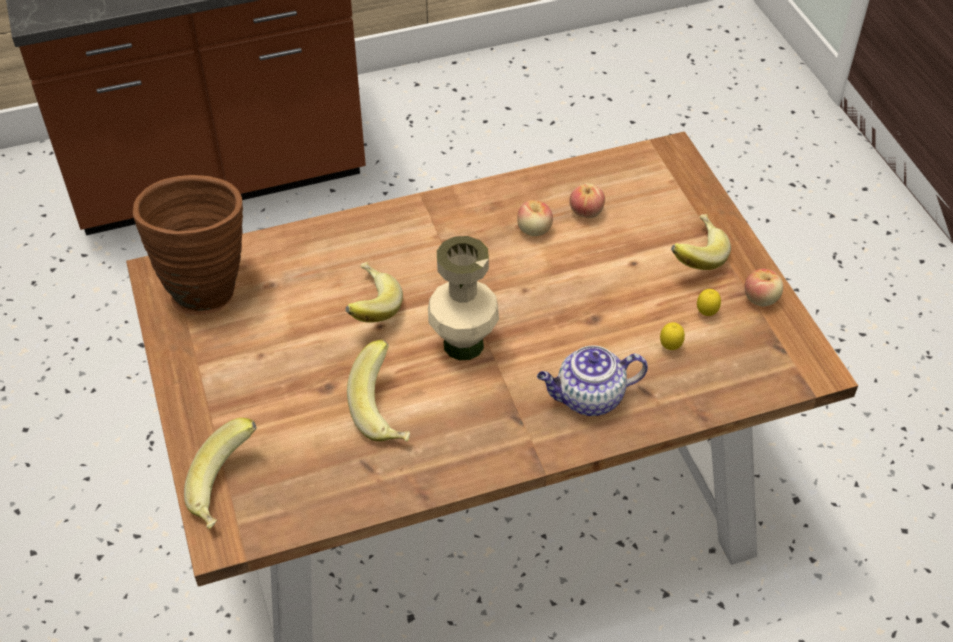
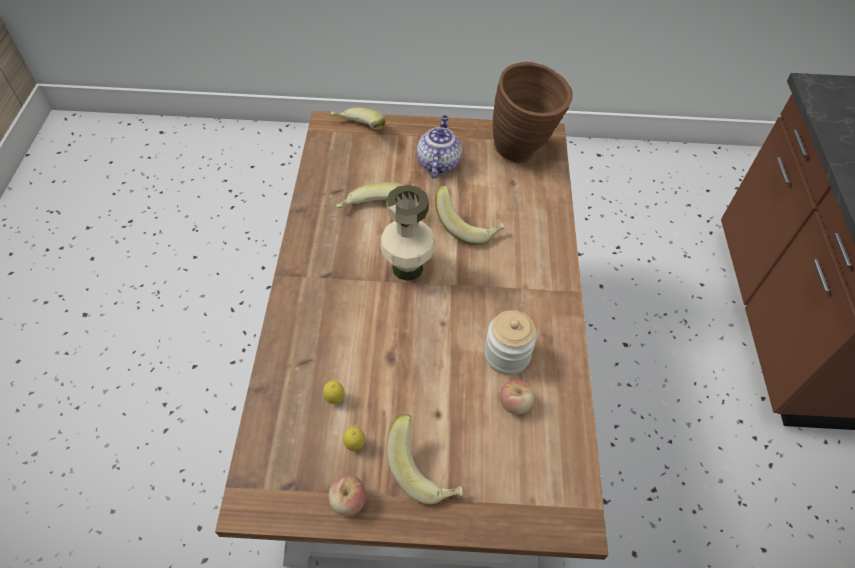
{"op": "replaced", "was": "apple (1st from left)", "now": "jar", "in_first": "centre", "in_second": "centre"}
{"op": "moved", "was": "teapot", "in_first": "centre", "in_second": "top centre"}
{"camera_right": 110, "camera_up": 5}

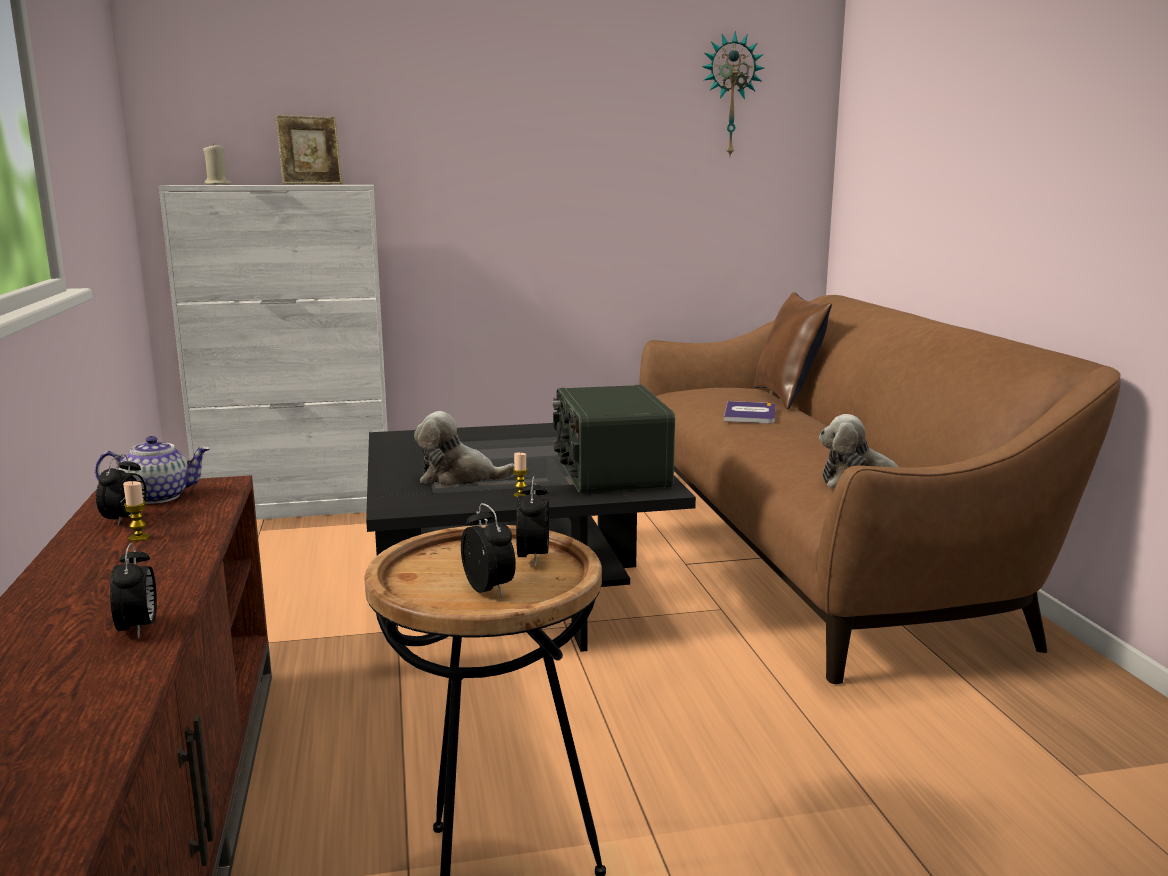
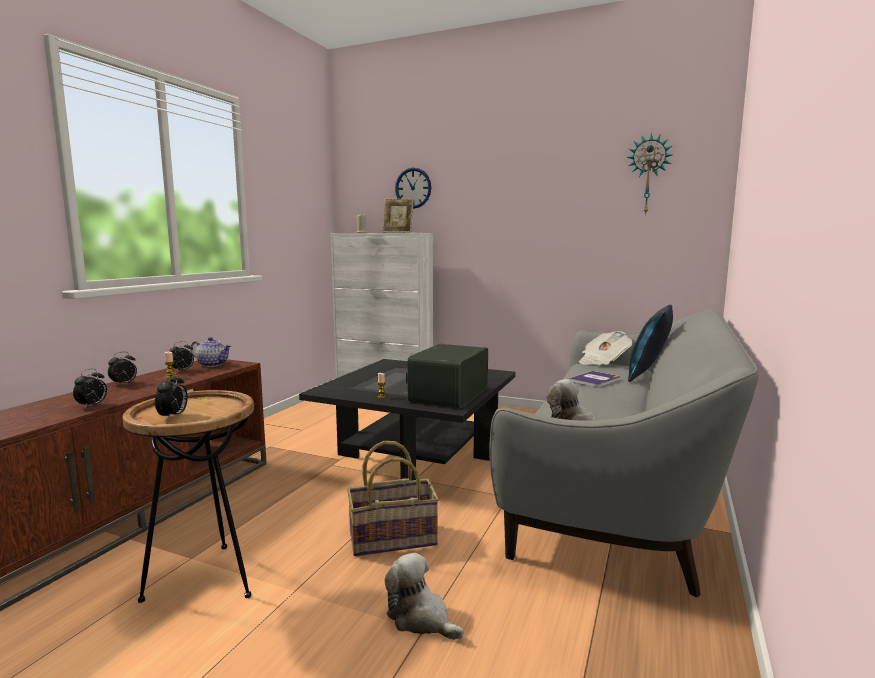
{"op": "moved", "was": "plush toy (1st from left)", "in_first": "centre", "in_second": "bottom centre"}
{"op": "moved", "was": "alarm clock (4th from left in the first image)", "now": "alarm clock (2nd from left)", "in_first": "centre", "in_second": "middle left"}
{"op": "recoloured", "was": "brown sofa", "now": "grey sofa", "in_first": "middle right", "in_second": "bottom right"}
{"op": "recoloured", "was": "brown pillow", "now": "blue pillow", "in_first": "middle right", "in_second": "middle right"}
{"op": "added", "now": "basket", "in_second": "bottom centre"}
{"op": "added", "now": "wall clock (1st from left)", "in_second": "top centre"}
{"op": "added", "now": "newspaper", "in_second": "middle right"}
{"camera_right": 35, "camera_up": -5}

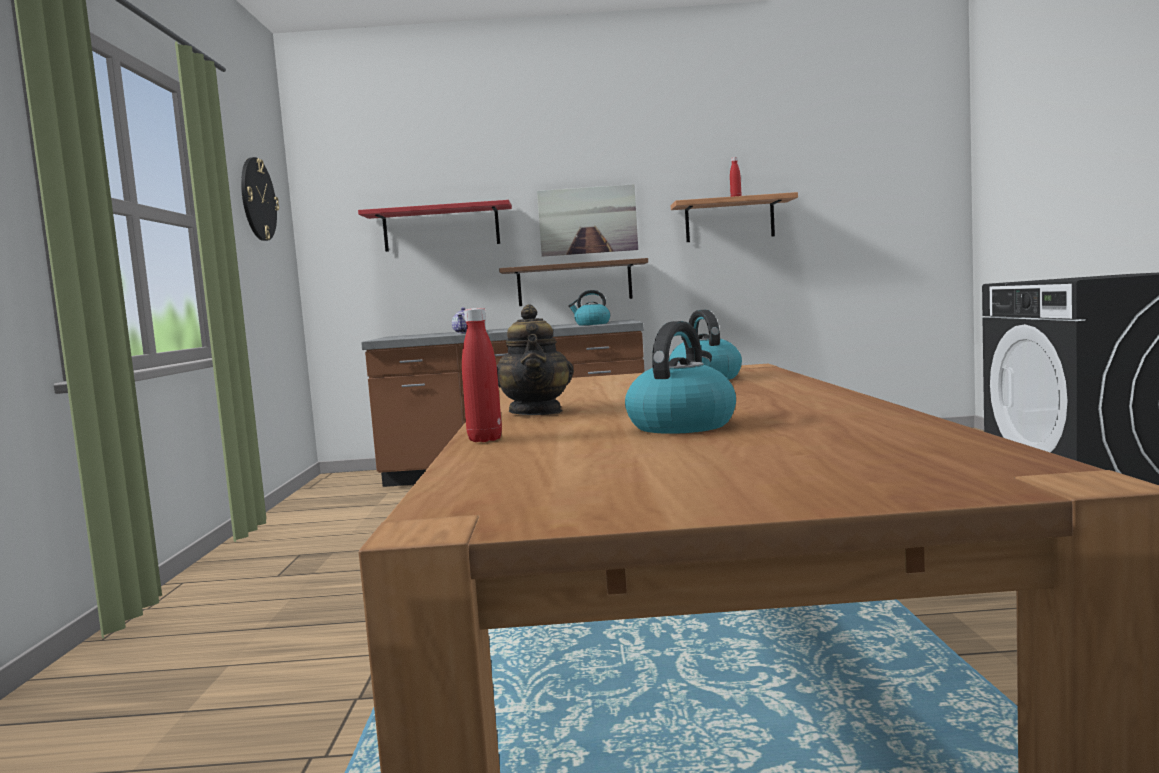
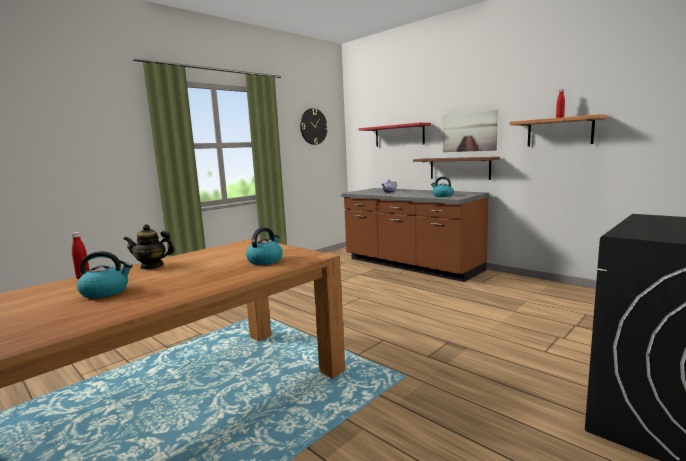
{"op": "turned", "was": "teapot (2nd from left in the first image)", "in_first": "centre", "in_second": "middle left", "clockwise": 45}
{"camera_right": 45, "camera_up": 5}

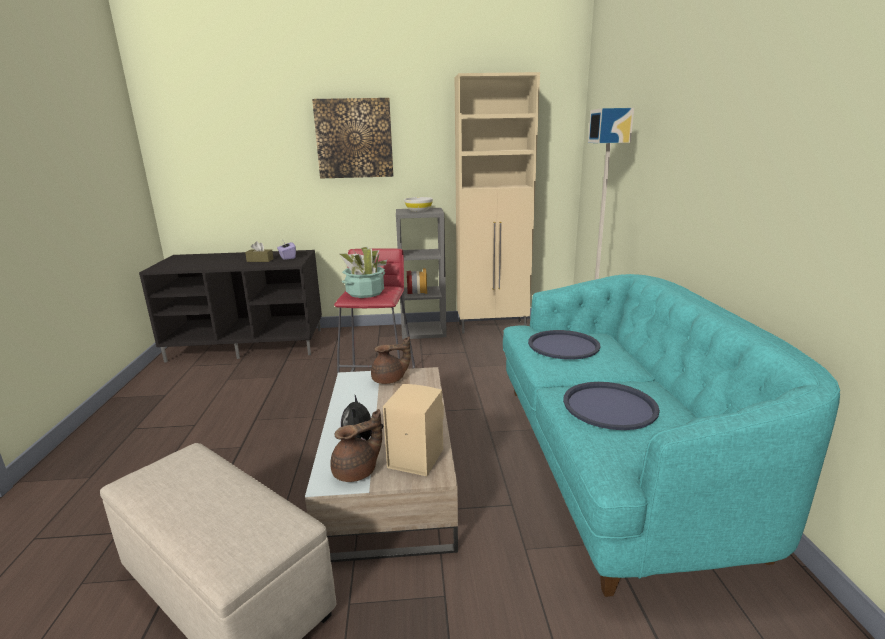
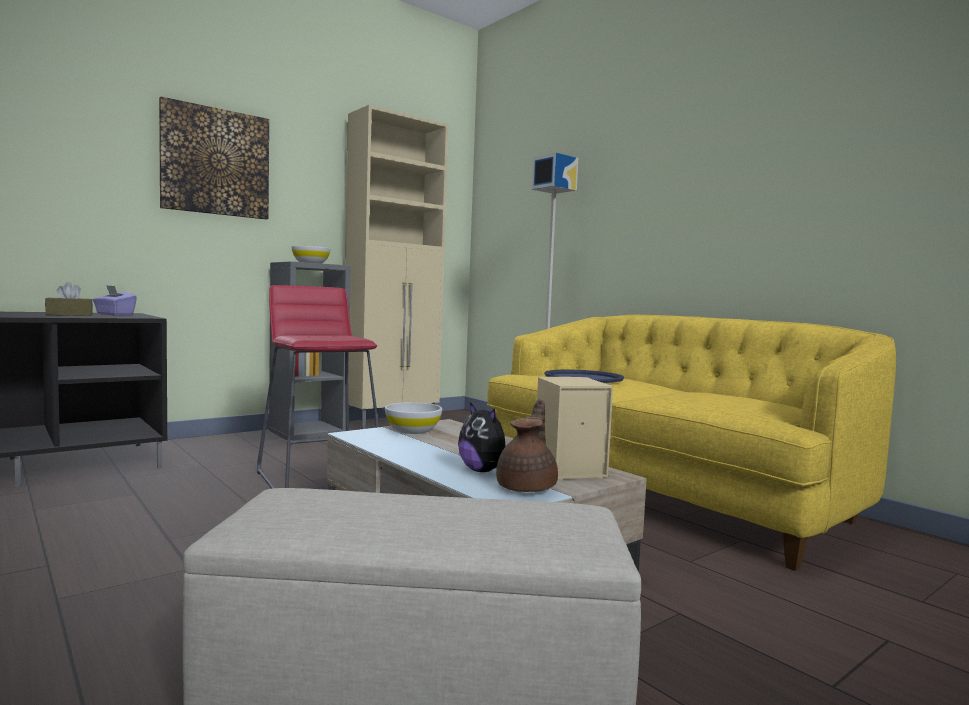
{"op": "removed", "was": "potted plant", "in_first": "centre"}
{"op": "replaced", "was": "brown teapot (2nd from left)", "now": "white bowl (2nd from left)", "in_first": "centre", "in_second": "centre"}
{"op": "recoloured", "was": "turquoise sofa", "now": "yellow sofa", "in_first": "bottom right", "in_second": "middle right"}
{"op": "removed", "was": "blue tray (2nd from left)", "in_first": "middle right"}
{"camera_right": -35, "camera_up": -15}

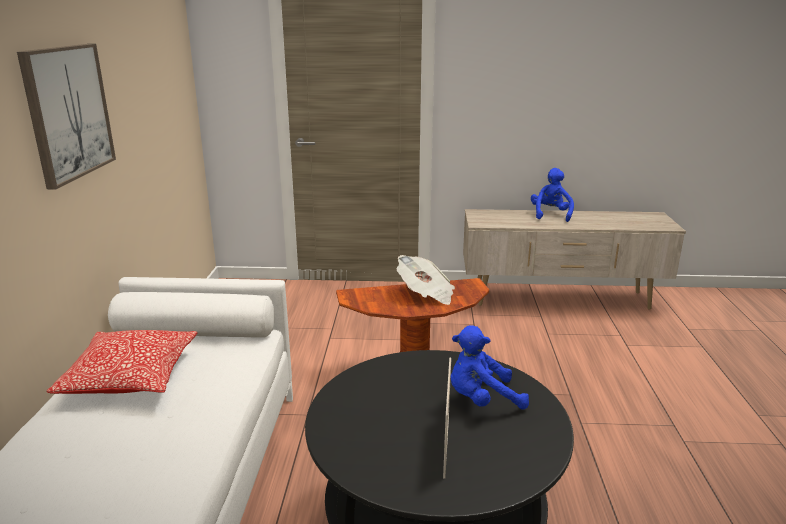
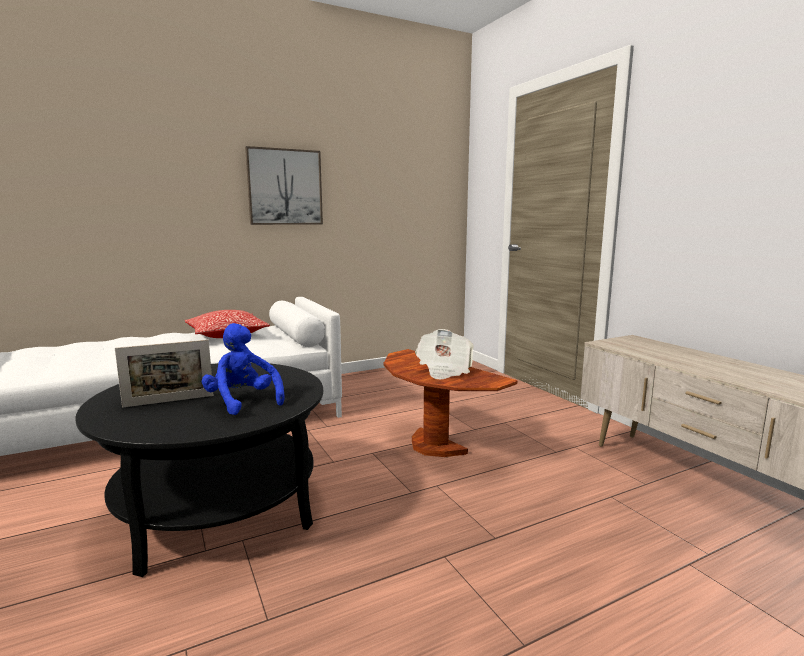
{"op": "removed", "was": "blue plush toy (2nd from left)", "in_first": "middle right"}
{"camera_right": 60, "camera_up": -10}

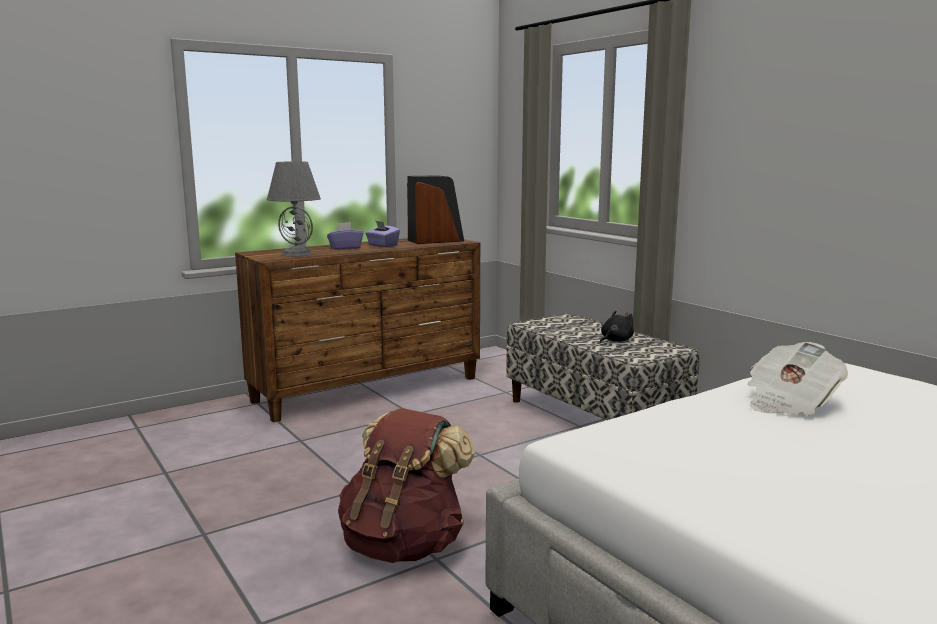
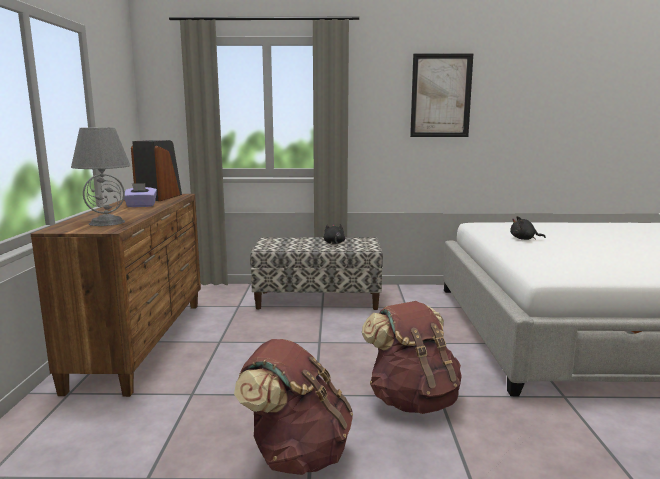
{"op": "removed", "was": "purple tissue box (1st from left)", "in_first": "centre"}
{"op": "replaced", "was": "newspaper", "now": "black plush toy (2nd from left)", "in_first": "middle right", "in_second": "middle right"}
{"op": "added", "now": "brown backpack (1st from left)", "in_second": "bottom centre"}
{"op": "added", "now": "picture", "in_second": "top right"}
{"camera_right": -55, "camera_up": 0}

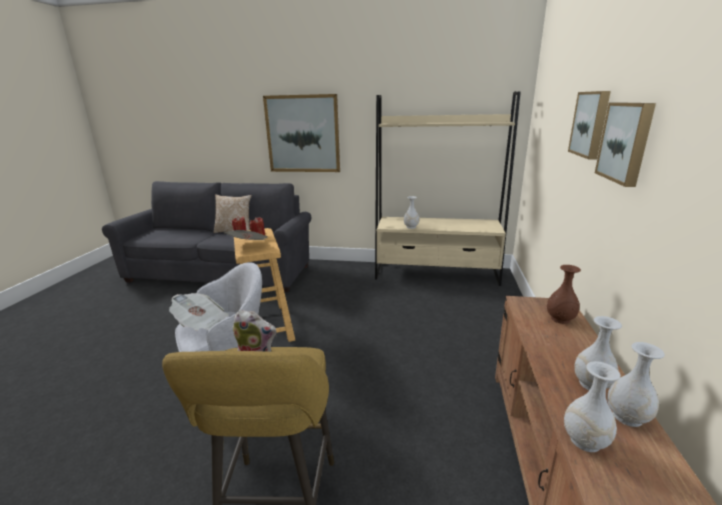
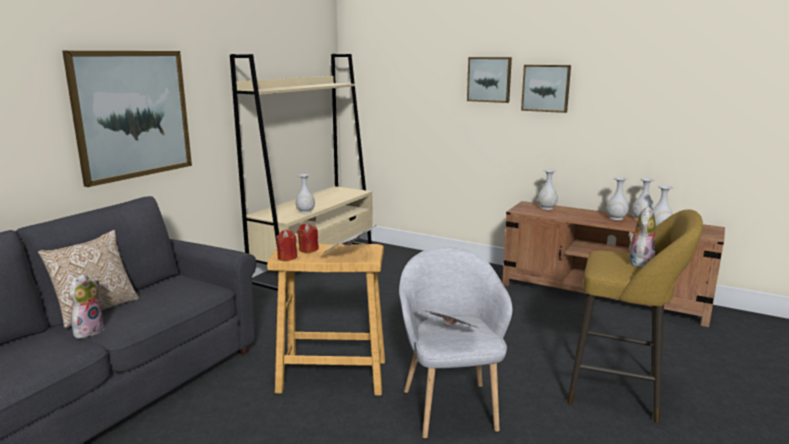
{"op": "recoloured", "was": "brown vase", "now": "white vase (2nd from left)", "in_first": "middle right", "in_second": "middle right"}
{"op": "added", "now": "plush toy (1st from left)", "in_second": "bottom left"}
{"camera_right": -70, "camera_up": -5}

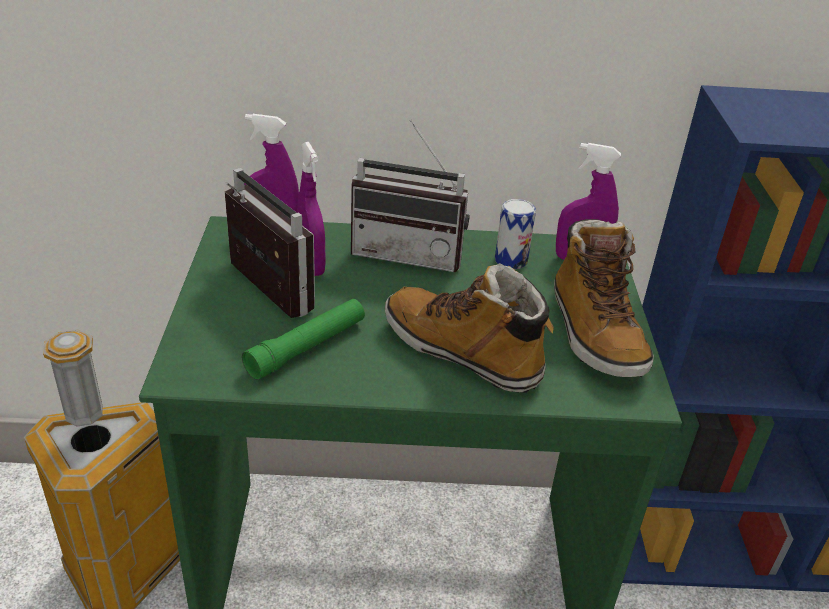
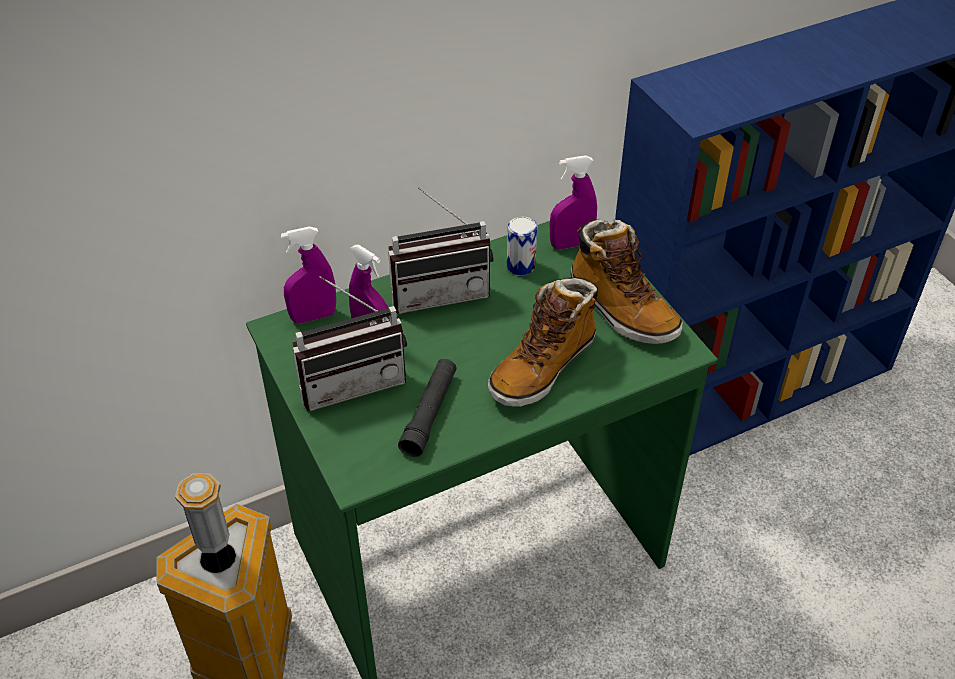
{"op": "turned", "was": "radio (1st from left)", "in_first": "middle left", "in_second": "centre", "clockwise": 135}
{"op": "recoloured", "was": "green flashlight", "now": "black flashlight", "in_first": "centre", "in_second": "centre"}
{"op": "turned", "was": "boot (1st from left)", "in_first": "centre", "in_second": "centre", "clockwise": -60}
{"camera_right": -25, "camera_up": 10}

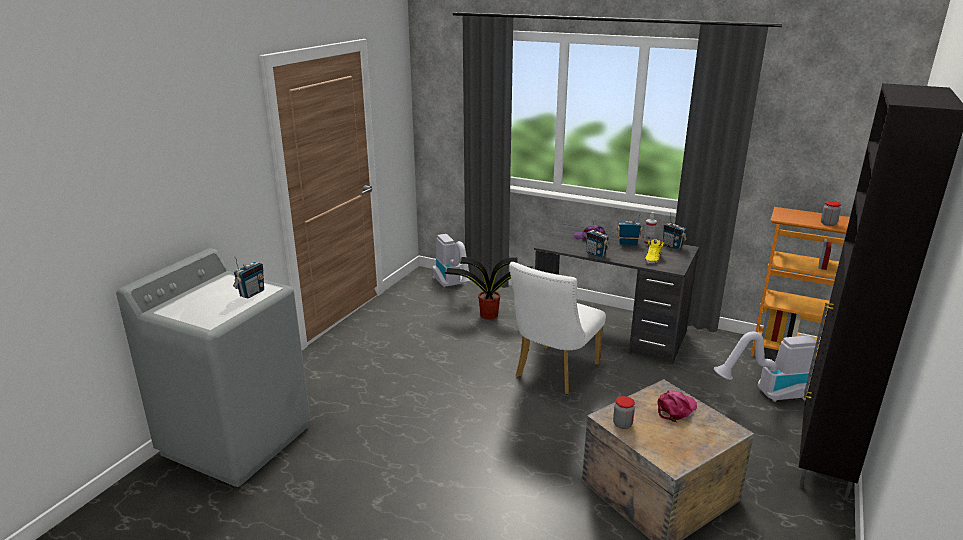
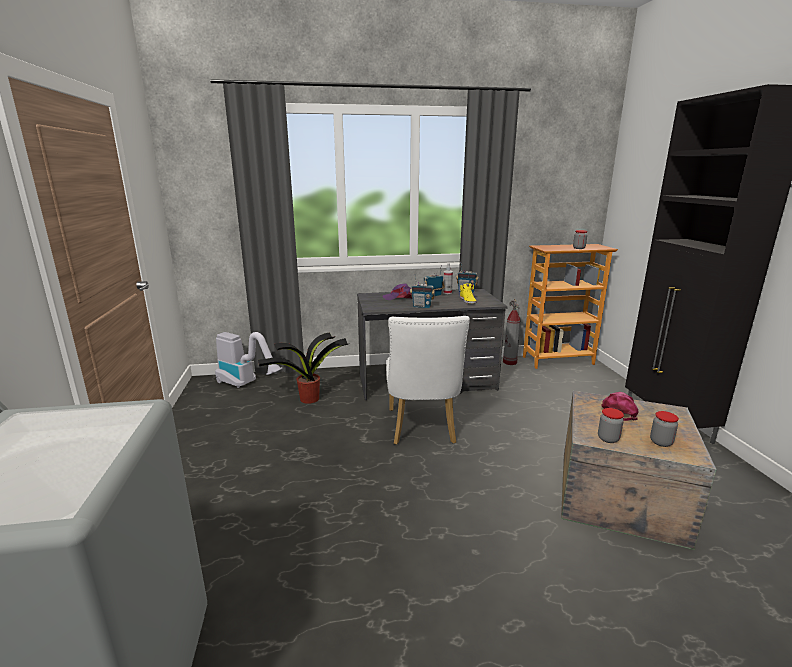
{"op": "removed", "was": "radio (1st from left)", "in_first": "middle left"}
{"op": "removed", "was": "vacuum cleaner (2nd from left)", "in_first": "bottom right"}
{"op": "added", "now": "fire extinguisher", "in_second": "centre"}
{"op": "added", "now": "jar (3rd from left)", "in_second": "middle right"}
{"camera_right": -35, "camera_up": -5}

